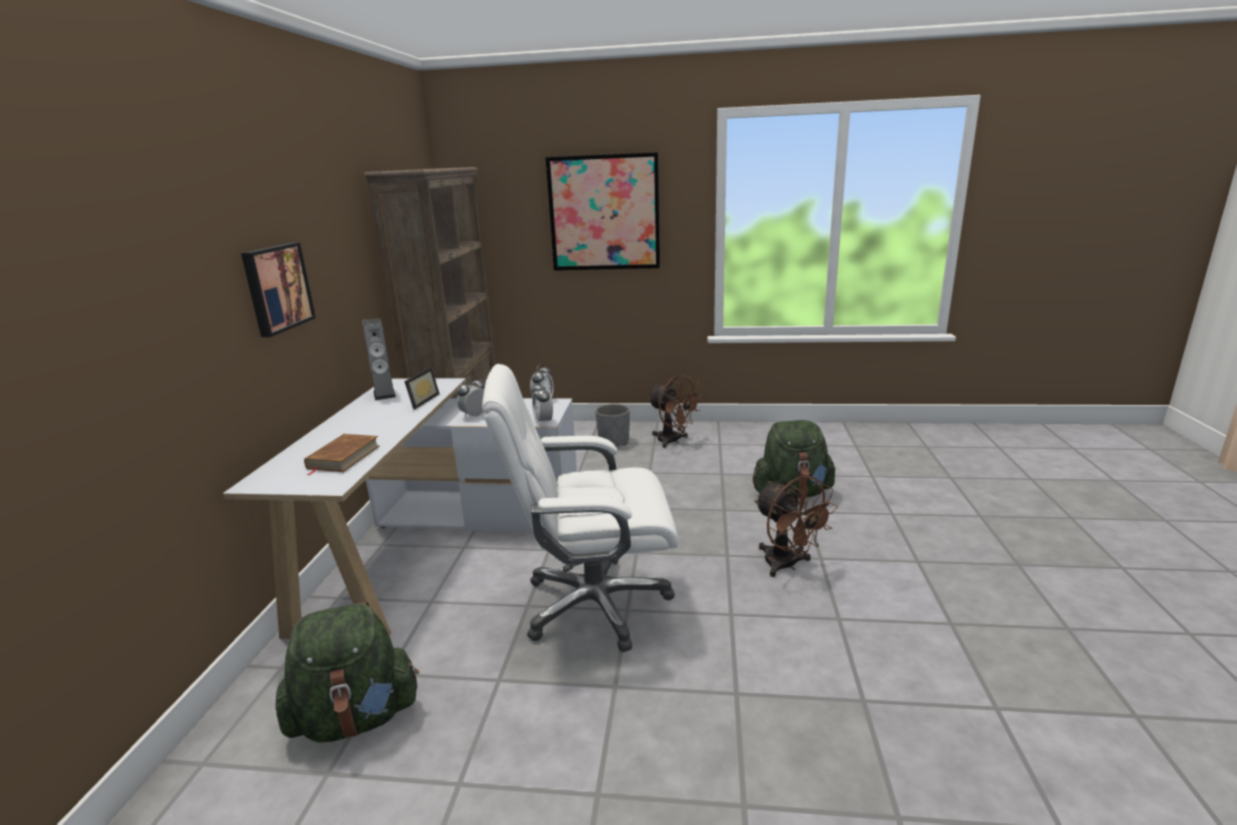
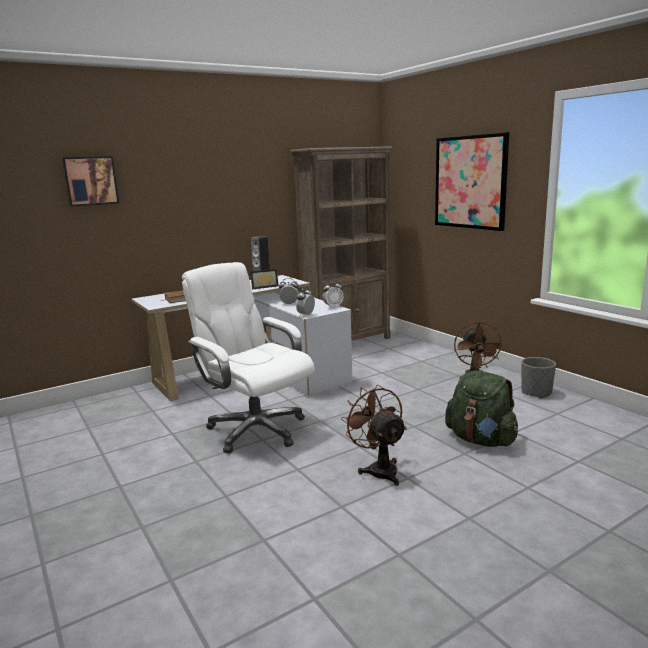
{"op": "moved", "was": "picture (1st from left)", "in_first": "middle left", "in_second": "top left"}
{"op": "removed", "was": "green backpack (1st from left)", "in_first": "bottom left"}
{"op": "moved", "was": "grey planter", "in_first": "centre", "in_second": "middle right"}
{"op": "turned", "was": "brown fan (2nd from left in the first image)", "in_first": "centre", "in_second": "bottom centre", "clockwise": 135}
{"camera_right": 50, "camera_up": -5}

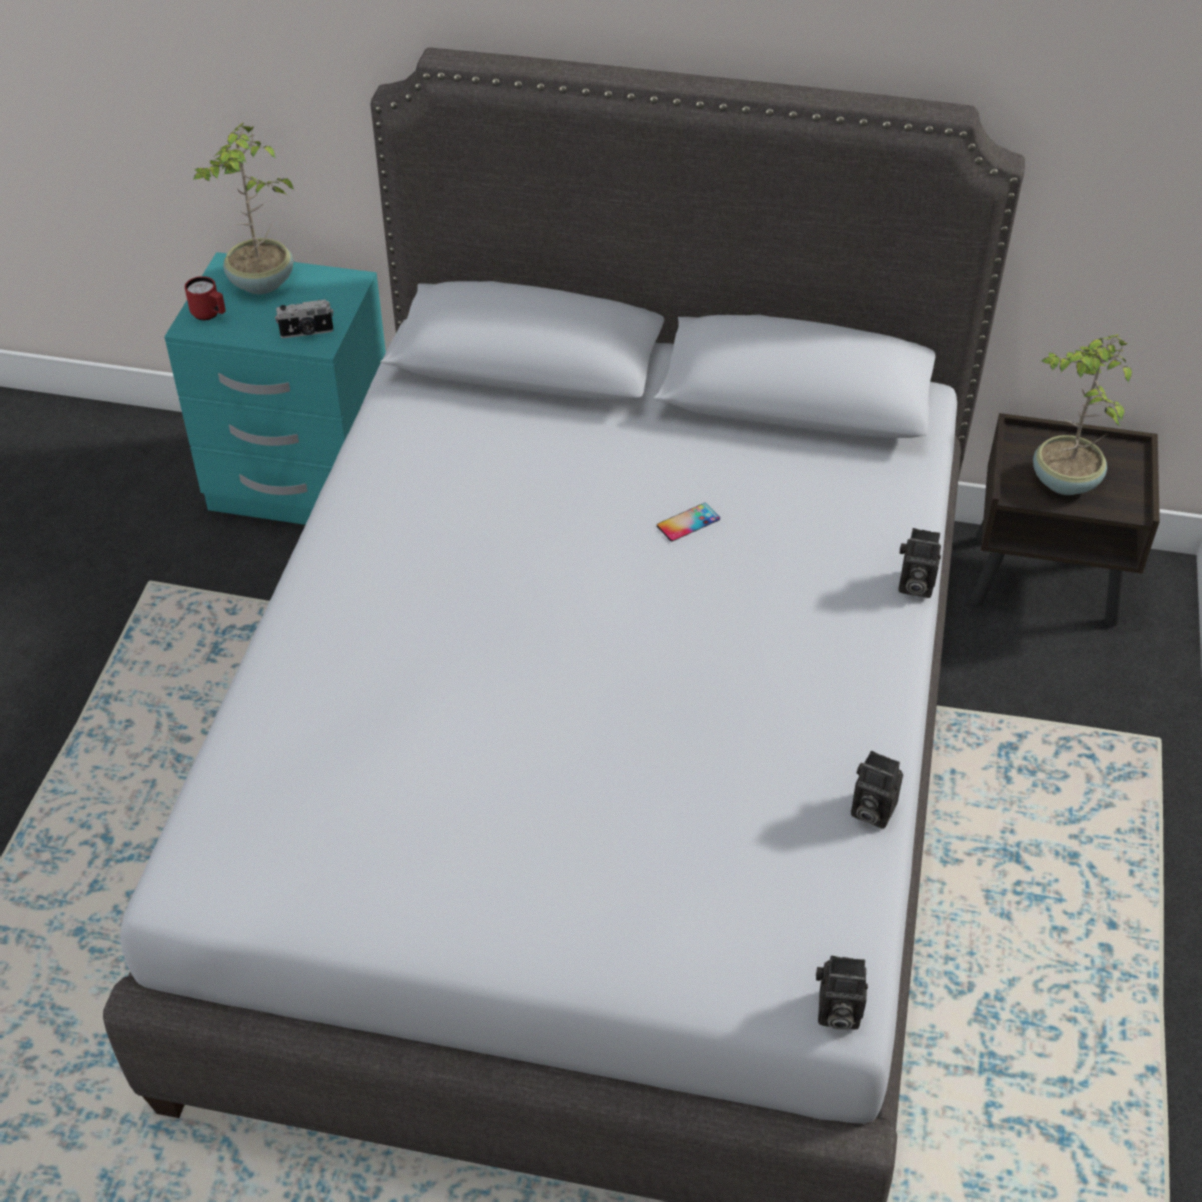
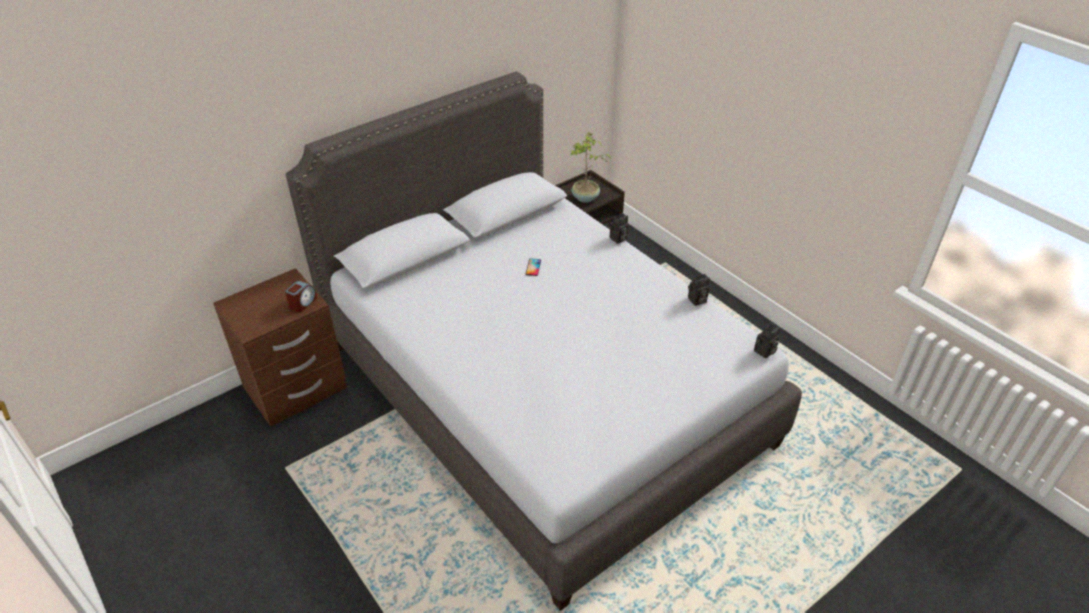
{"op": "recoloured", "was": "turquoise nightstand", "now": "brown nightstand (1st from left)", "in_first": "top left", "in_second": "middle left"}
{"op": "removed", "was": "red mug", "in_first": "top left"}
{"op": "removed", "was": "potted plant (1st from left)", "in_first": "top left"}
{"op": "replaced", "was": "photo camera (1st from left)", "now": "alarm clock", "in_first": "top left", "in_second": "middle left"}
{"camera_right": -50, "camera_up": -5}

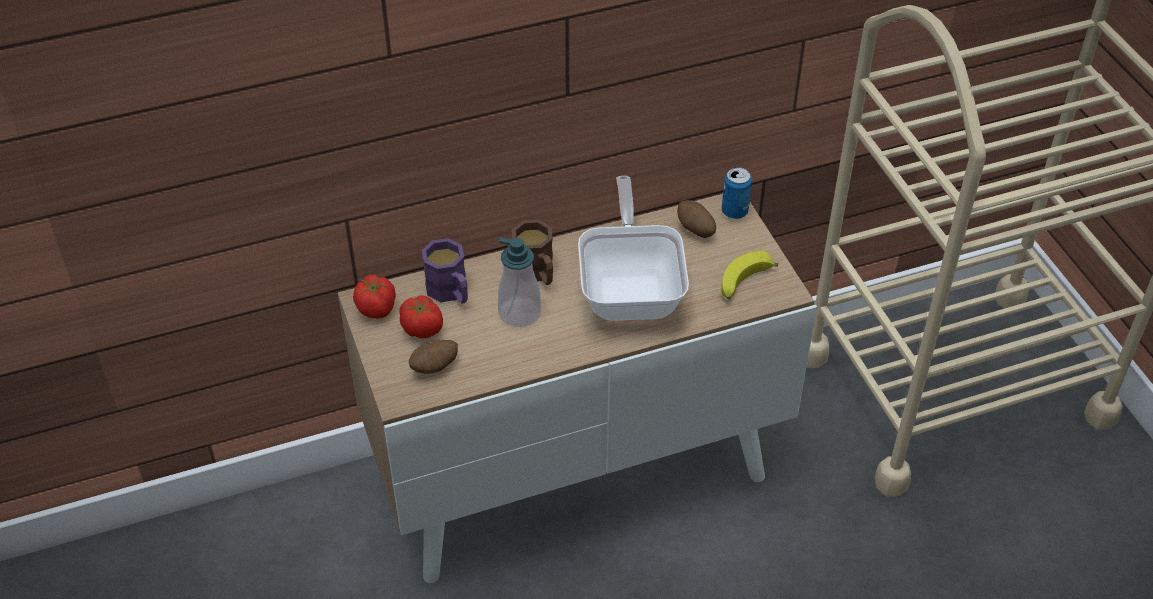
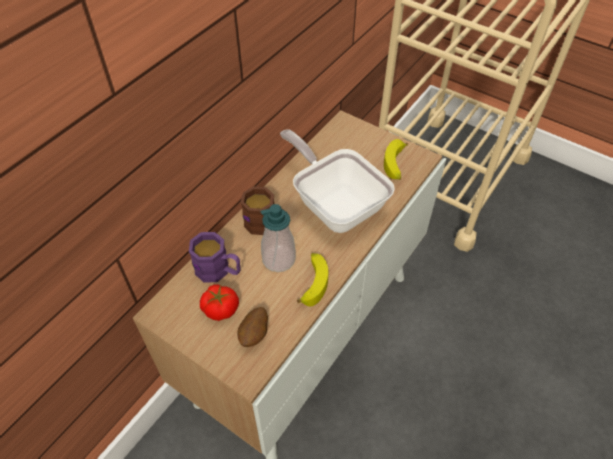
{"op": "removed", "was": "tomato (1st from left)", "in_first": "middle left"}
{"op": "removed", "was": "potato (2nd from left)", "in_first": "centre"}
{"op": "removed", "was": "can", "in_first": "top centre"}
{"op": "added", "now": "banana (1st from left)", "in_second": "centre"}
{"camera_right": -35, "camera_up": 5}

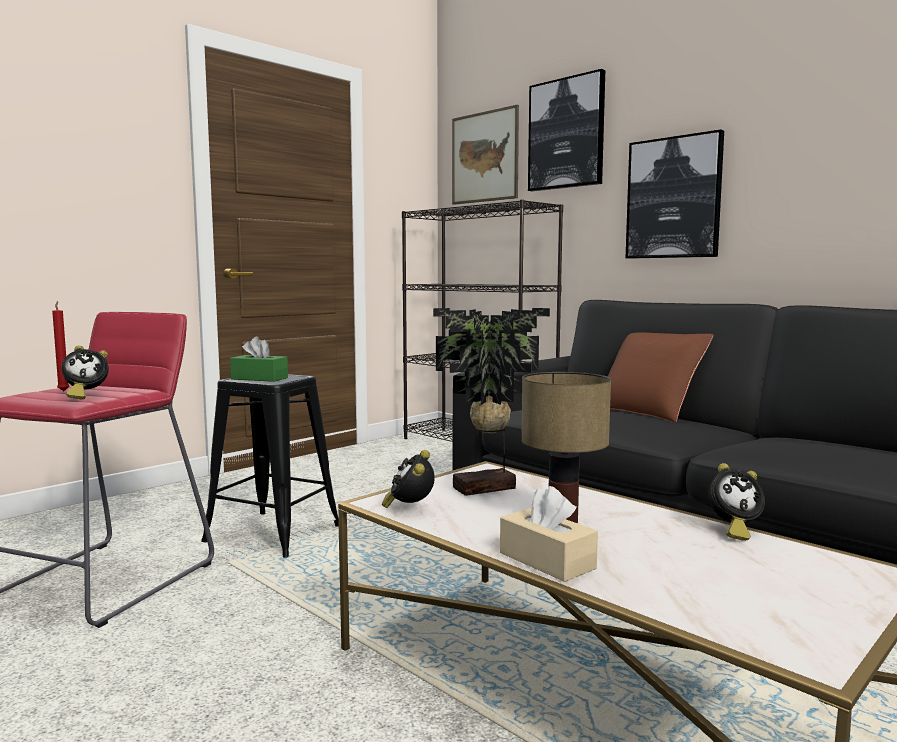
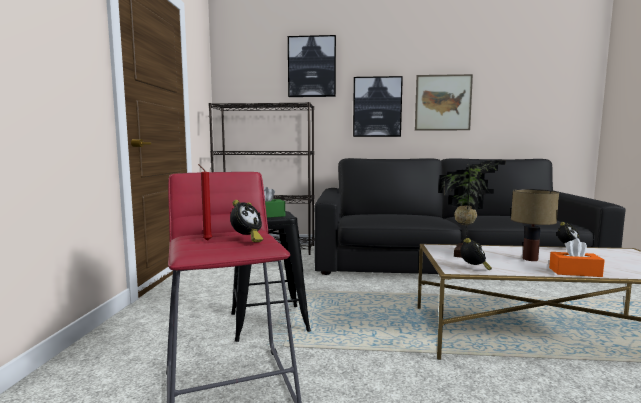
{"op": "turned", "was": "alarm clock (2nd from left)", "in_first": "centre", "in_second": "middle right", "clockwise": -135}
{"op": "moved", "was": "picture (1st from left in the first image)", "now": "picture (3rd from left)", "in_first": "top centre", "in_second": "top right"}
{"op": "recoloured", "was": "beige tissue box", "now": "orange tissue box", "in_first": "bottom centre", "in_second": "middle right"}
{"op": "removed", "was": "brown pillow", "in_first": "middle right"}
{"camera_right": -40, "camera_up": 0}

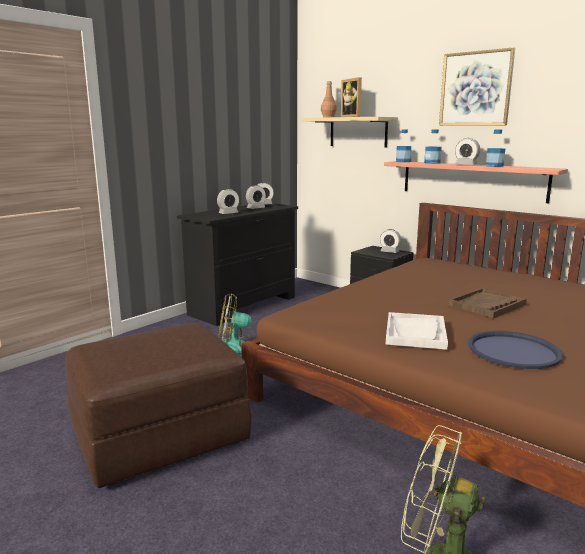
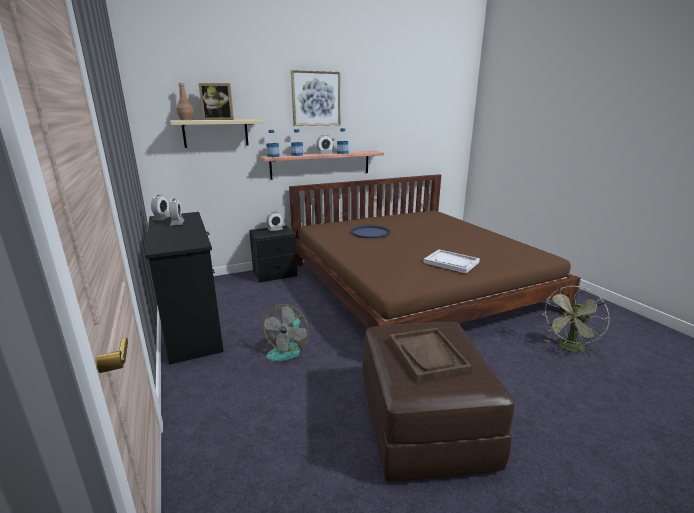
{"op": "removed", "was": "alarm clock (1st from left)", "in_first": "centre"}
{"op": "moved", "was": "brown tray", "in_first": "middle right", "in_second": "bottom centre"}
{"op": "moved", "was": "blue tray", "in_first": "middle right", "in_second": "centre"}
{"camera_right": -65, "camera_up": 5}

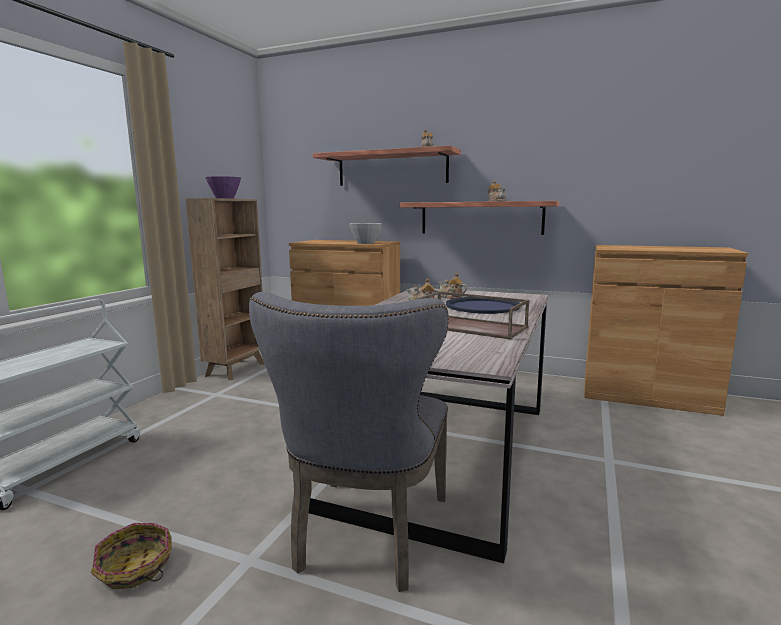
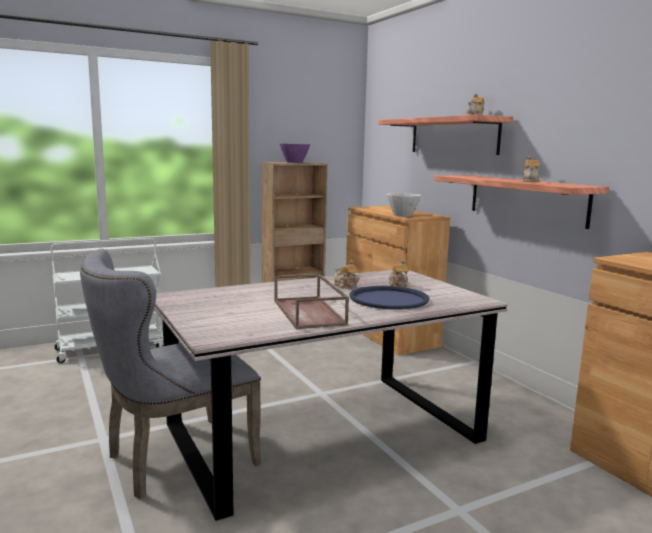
{"op": "removed", "was": "basket", "in_first": "bottom left"}
{"camera_right": 40, "camera_up": 0}

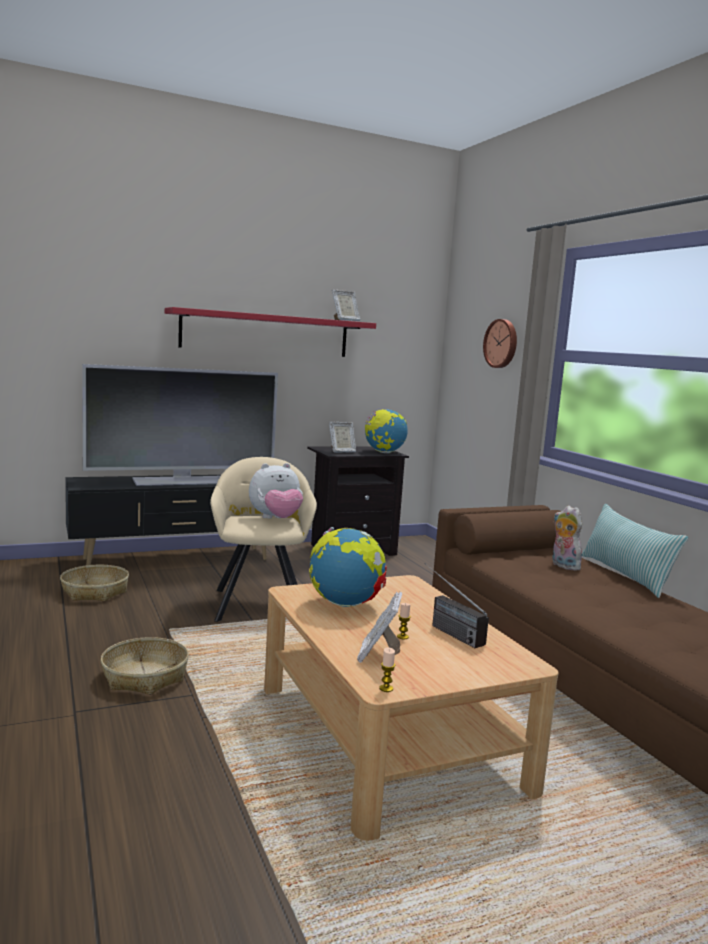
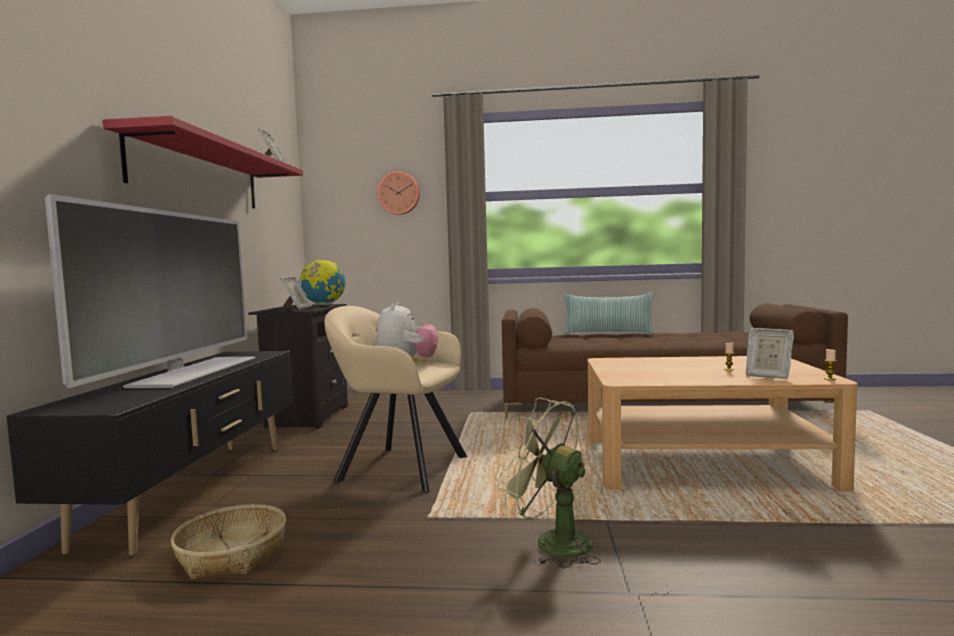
{"op": "replaced", "was": "basket (2nd from left)", "now": "green fan", "in_first": "bottom left", "in_second": "bottom centre"}
{"op": "removed", "was": "globe (1st from left)", "in_first": "centre"}
{"op": "removed", "was": "radio", "in_first": "centre"}
{"op": "removed", "was": "plush toy (2nd from left)", "in_first": "middle right"}
{"camera_right": -60, "camera_up": -5}

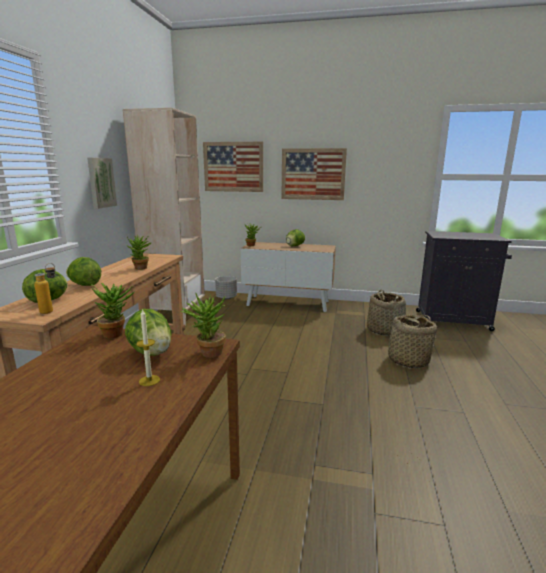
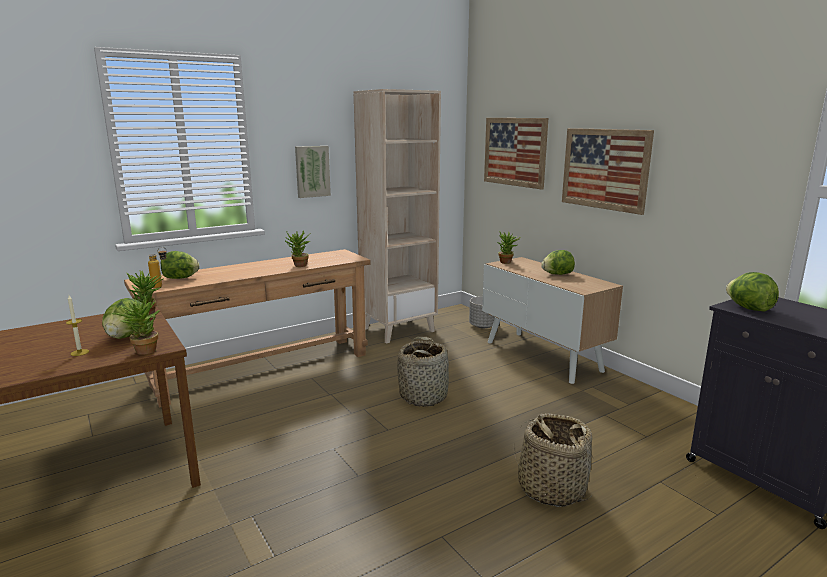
{"op": "moved", "was": "lettuce (2nd from left in the first image)", "now": "lettuce (4th from left)", "in_first": "middle left", "in_second": "middle right"}
{"op": "moved", "was": "basket (1st from left)", "in_first": "middle right", "in_second": "centre"}
{"camera_right": 45, "camera_up": 0}

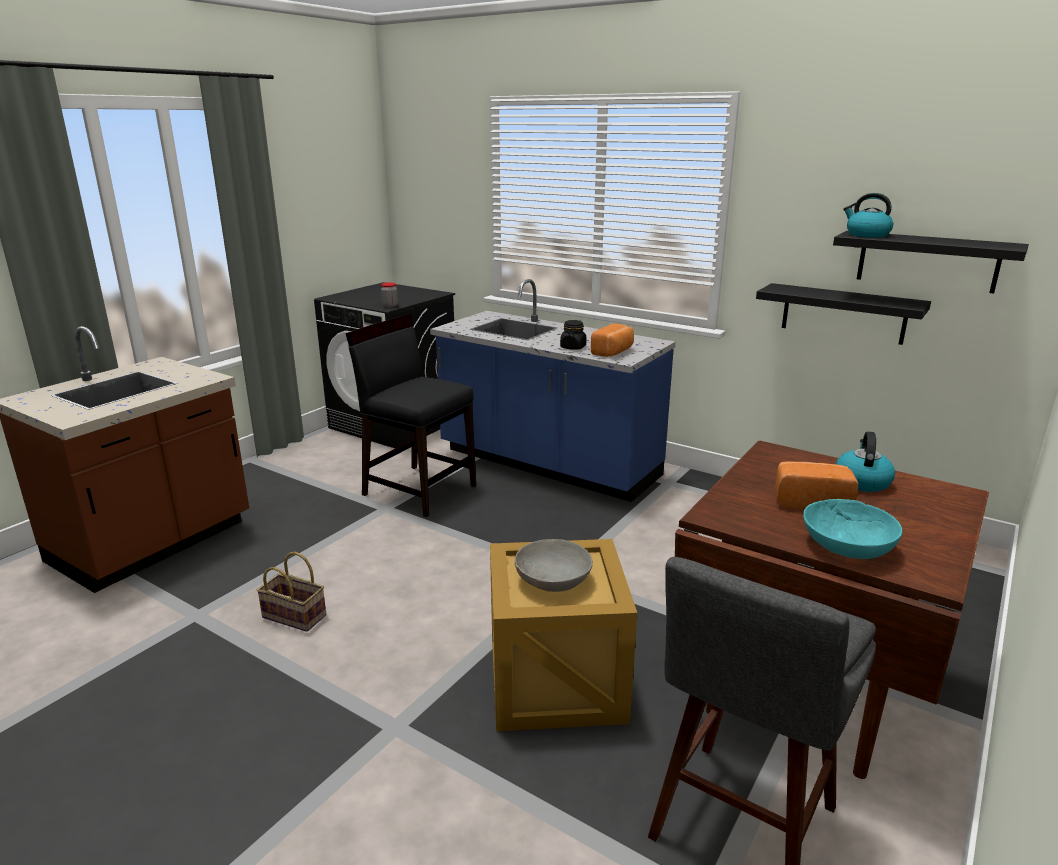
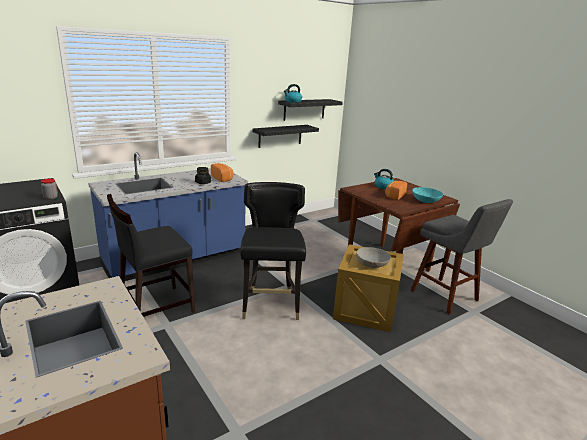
{"op": "removed", "was": "basket", "in_first": "bottom left"}
{"op": "added", "now": "black chair (2nd from left)", "in_second": "centre"}
{"camera_right": -70, "camera_up": 0}

